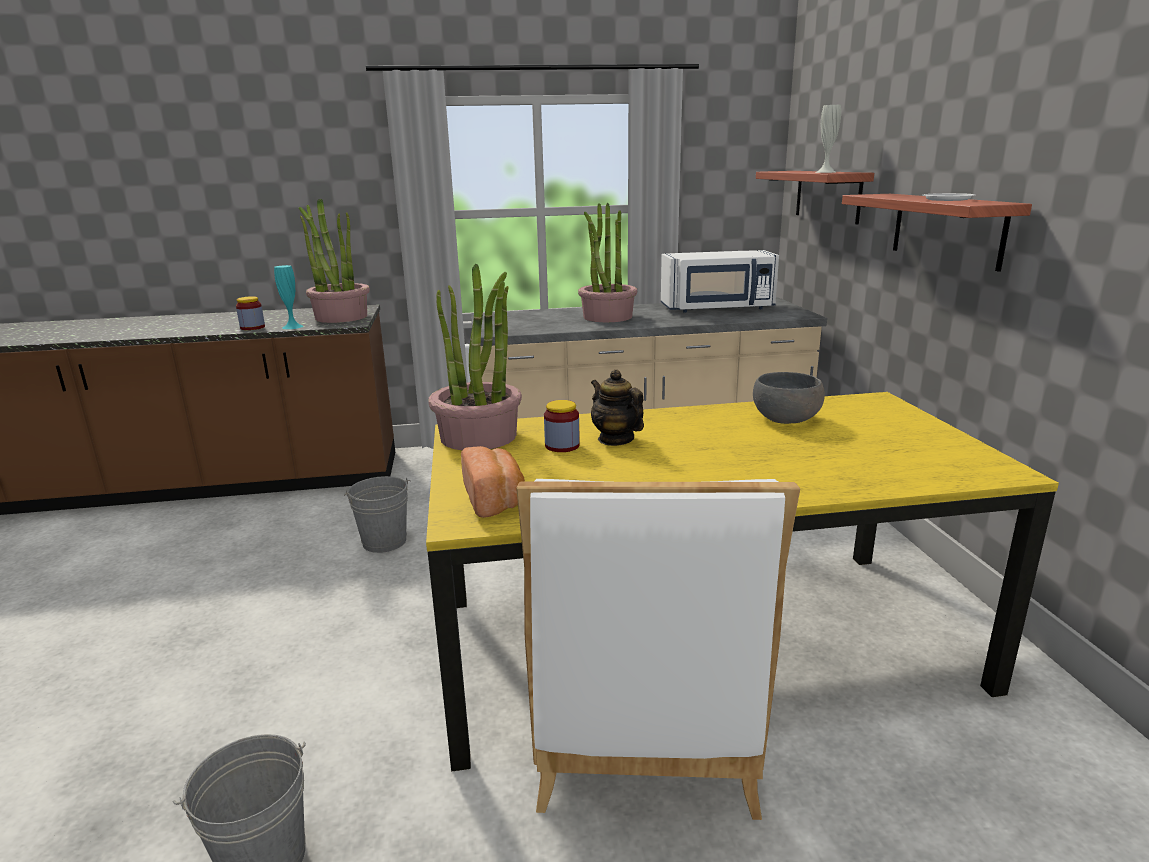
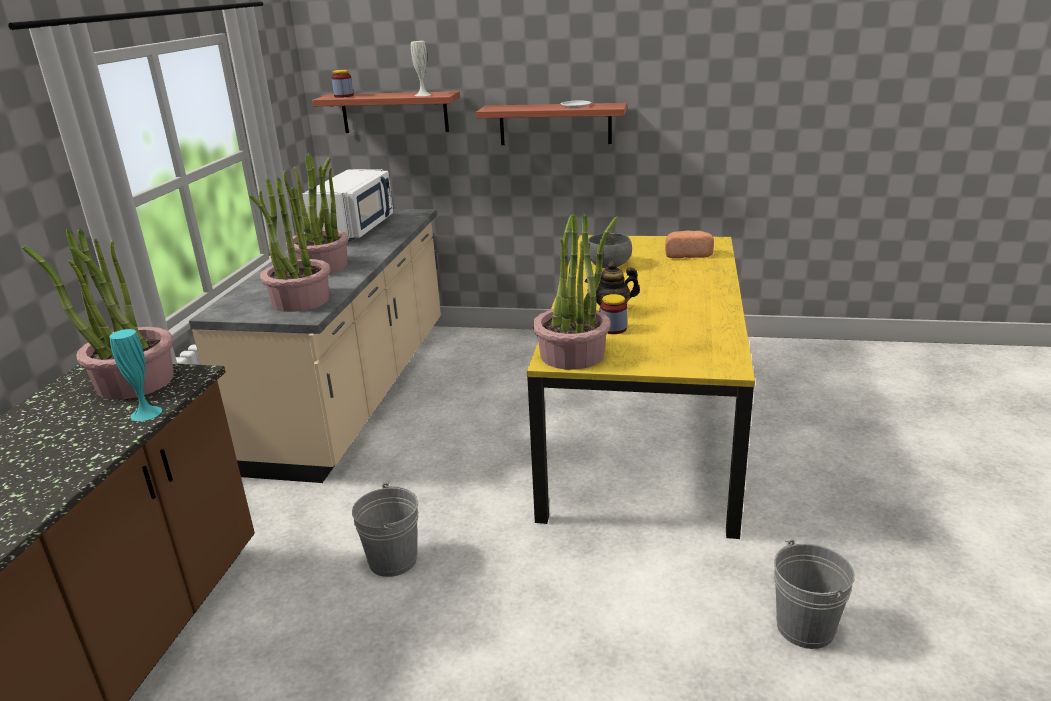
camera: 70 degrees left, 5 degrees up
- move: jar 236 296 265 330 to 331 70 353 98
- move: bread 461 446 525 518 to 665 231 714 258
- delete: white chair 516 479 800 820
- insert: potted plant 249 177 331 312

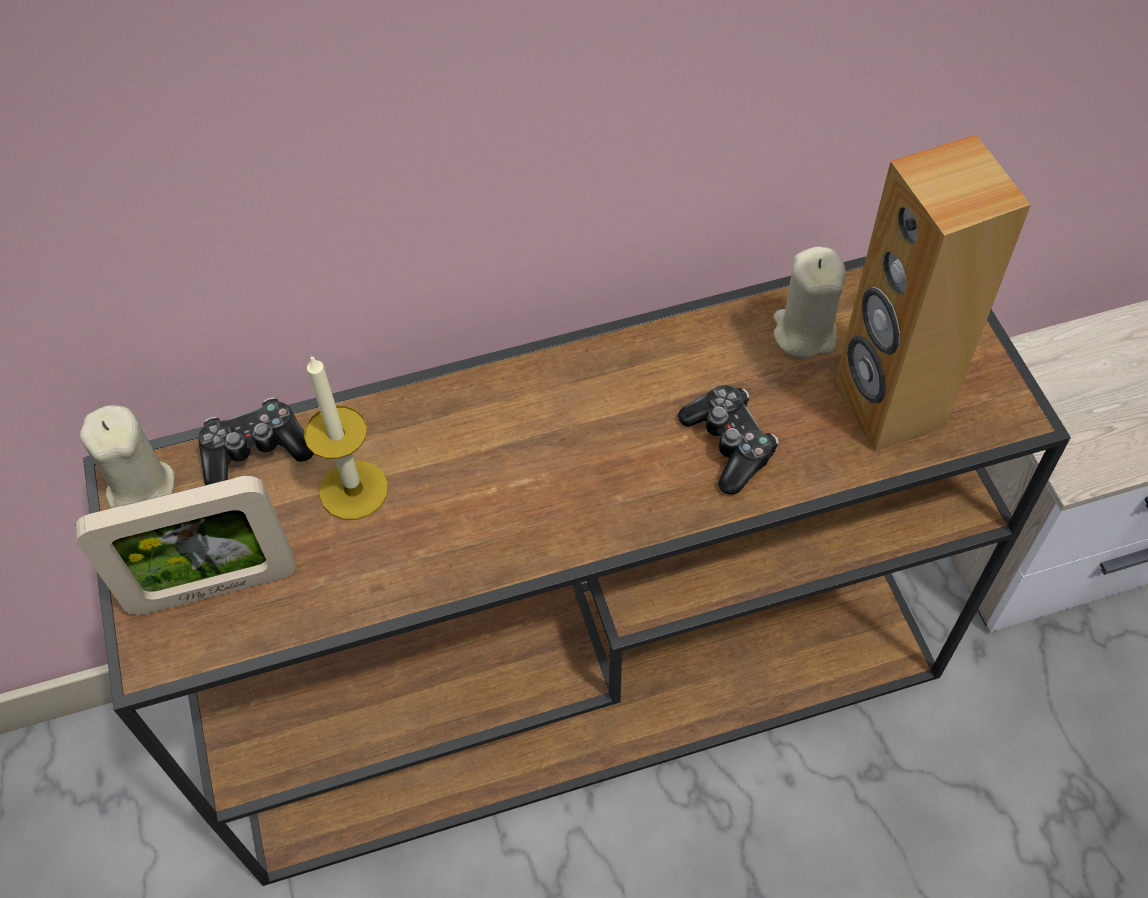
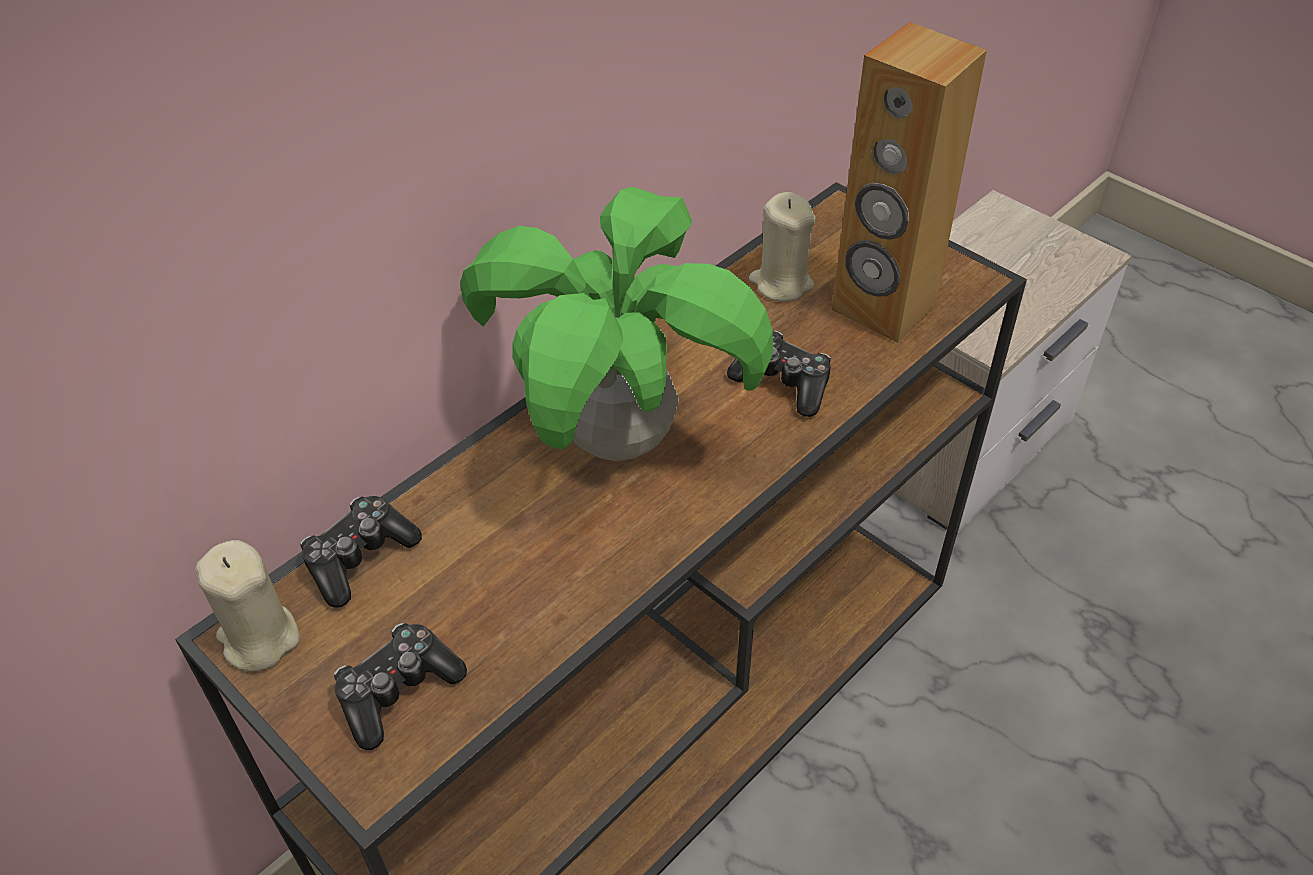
camera: 30 degrees left, 10 degrees down
- delete: candle 304 355 389 520
- replace: picture frame 75 476 296 615 to game controller 334 623 467 750
- insert: potted plant 460 187 773 461

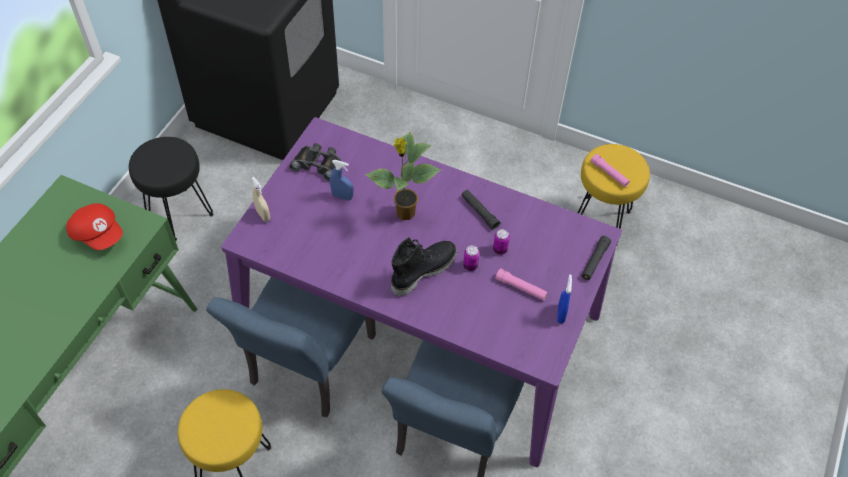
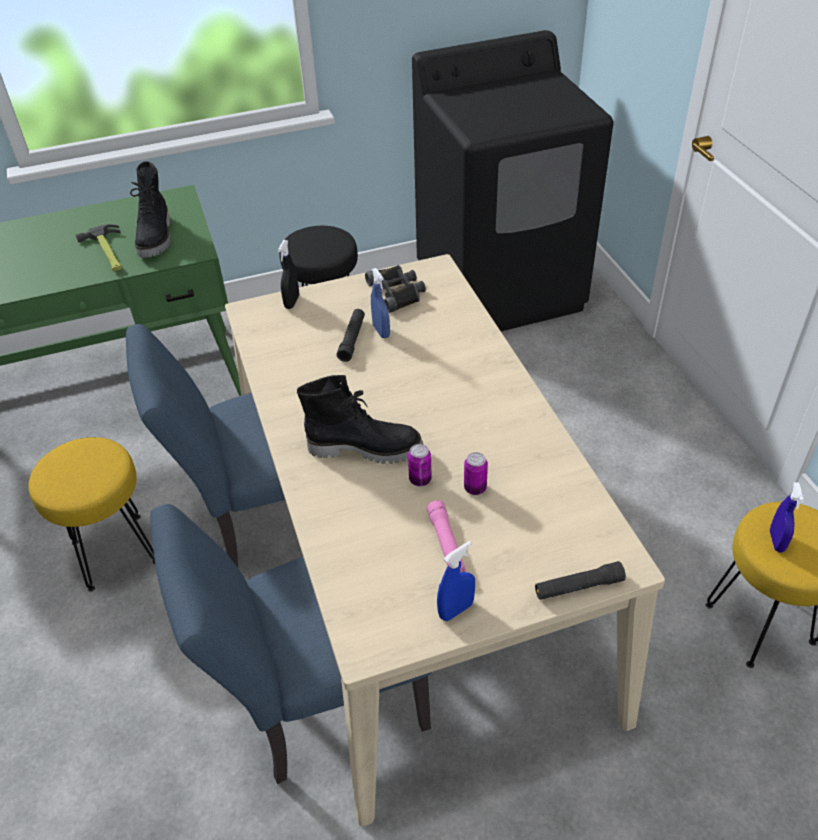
camera: 50 degrees right, 10 degrees down
- recolor: purple dining table 221 117 622 467 to beige dining table 225 254 665 826
- delete: potted plant 365 132 441 220
- replace: pink flashlight 591 154 630 187 to blue spray bottle 770 482 804 553
- recolor: beige spray bottle 252 177 270 222 to black spray bottle 278 240 299 309
- move: black flashlight 461 190 500 230 to 337 309 365 362
- replace: red cap 66 203 123 250 to black boot 130 161 171 258
- insert: hammer 76 224 123 271

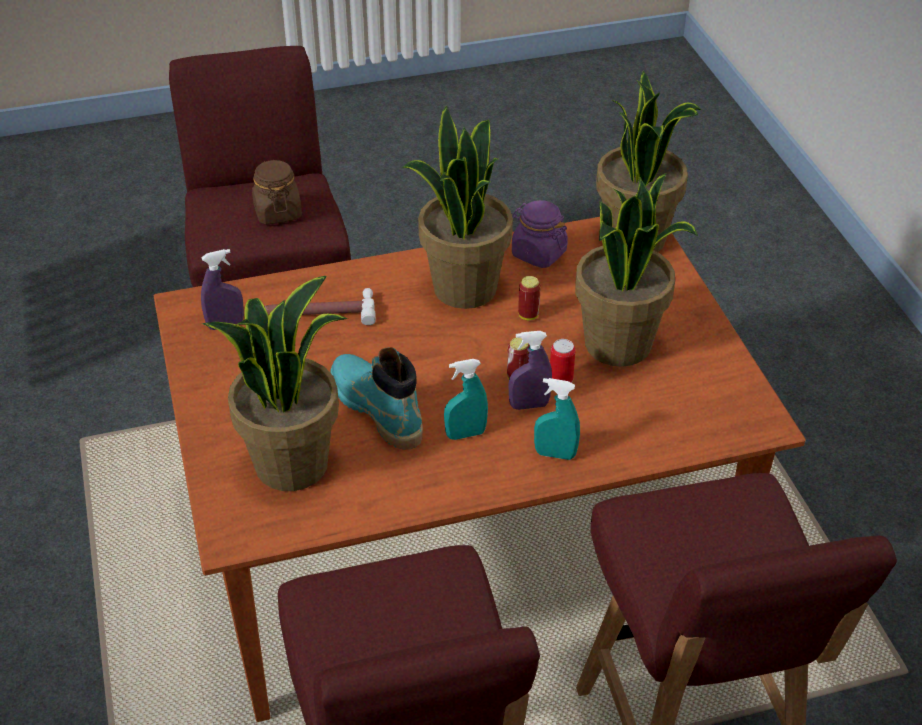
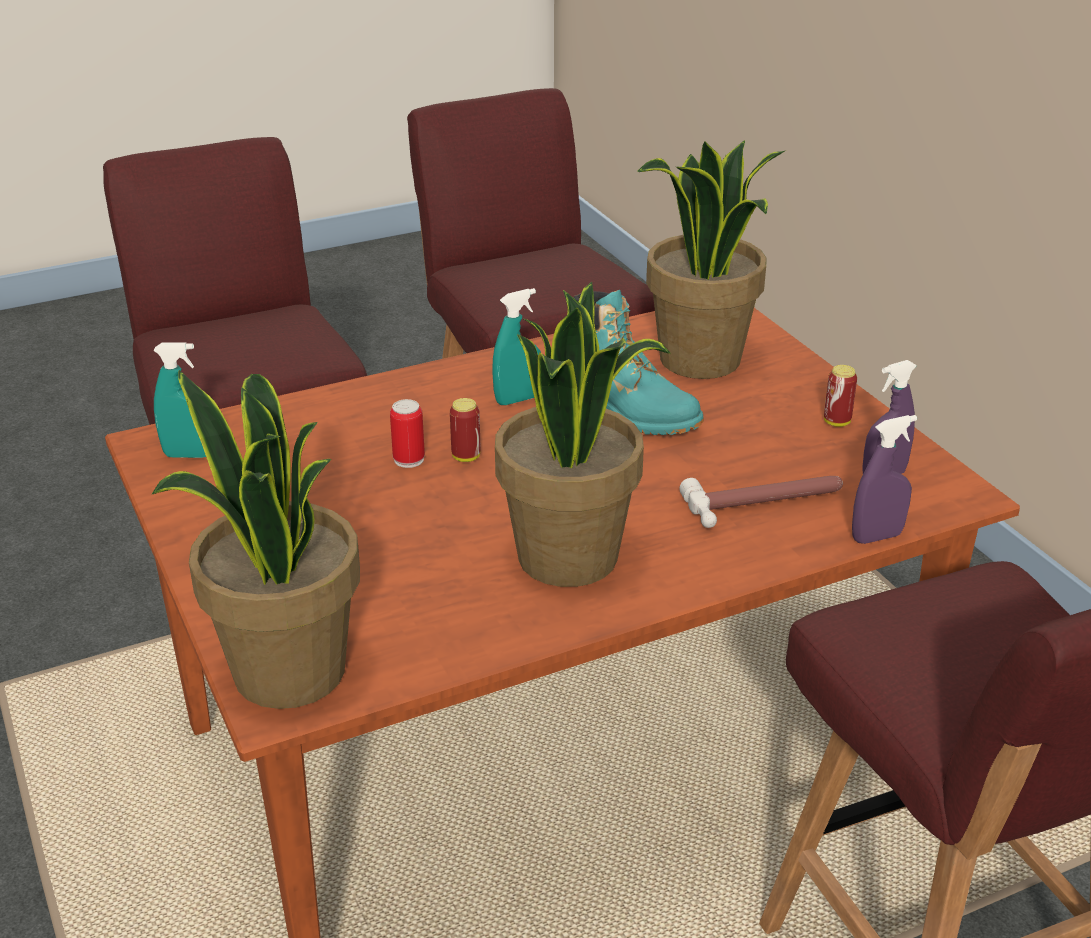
camera: 170 degrees right, 10 degrees down
- delete: brown jar 252 160 302 225
- delete: potted plant 575 173 698 367
- delete: purple jar 512 200 568 268
- move: can 518 276 541 320 to 824 365 857 427
- move: purple spray bottle 508 331 552 410 to 852 415 917 544
- move: turquoise spray bottle 534 378 580 460 to 154 342 206 458

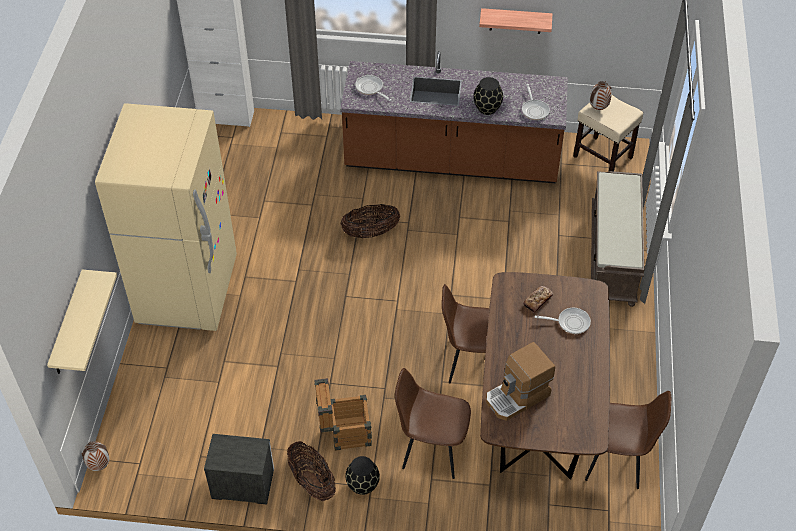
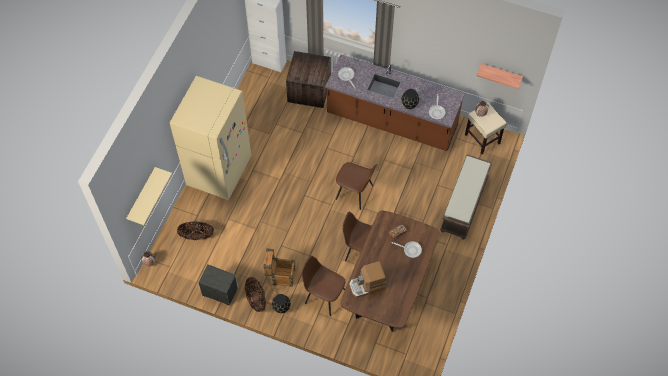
camera: 15 degrees right, 10 degrees up
- move: shelf 479 8 552 34 to 477 64 523 89
- move: basket 340 204 400 238 to 177 221 214 240
- move: brown chair 585 391 671 489 to 336 162 377 210
- insert: crate 286 51 331 108

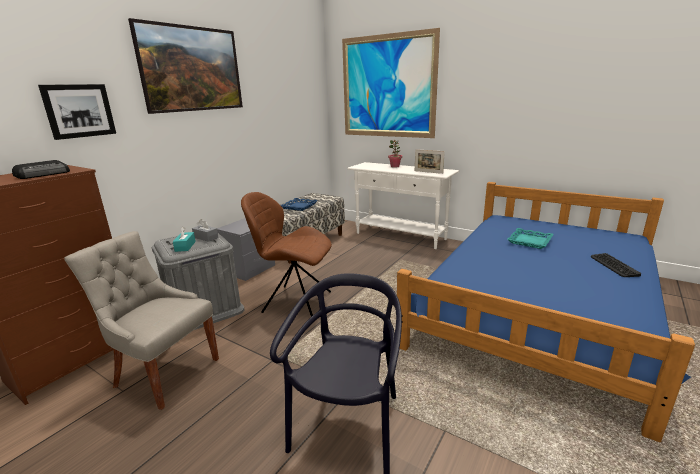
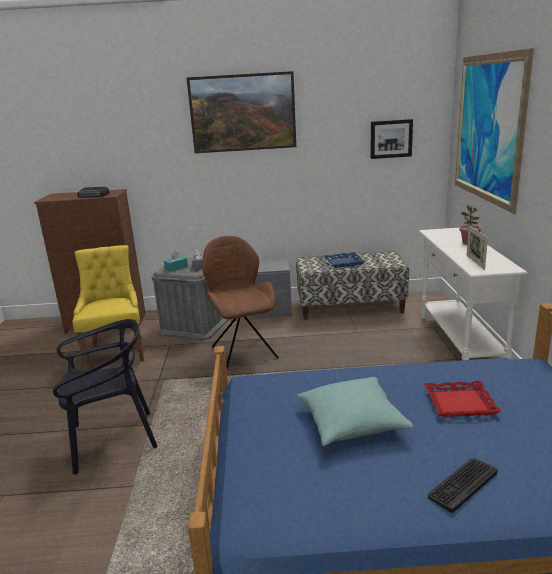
camera: 55 degrees right, 0 degrees up
- move: picture 38 84 116 140 to 370 119 413 159
- recolor: turquoise tray 507 228 554 249 to red tray 424 381 502 417
- recolor: grey chair 64 231 219 410 to yellow chair 72 245 144 369
- insert: turquoise pillow 297 377 414 446

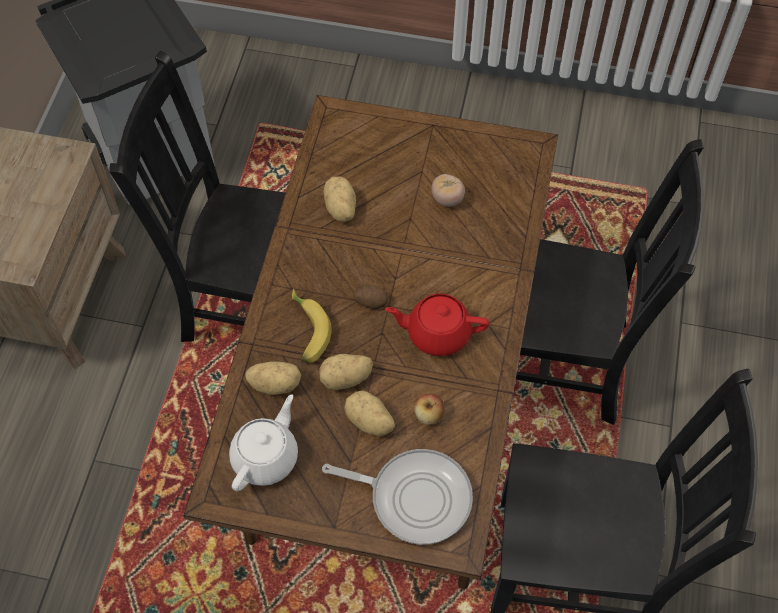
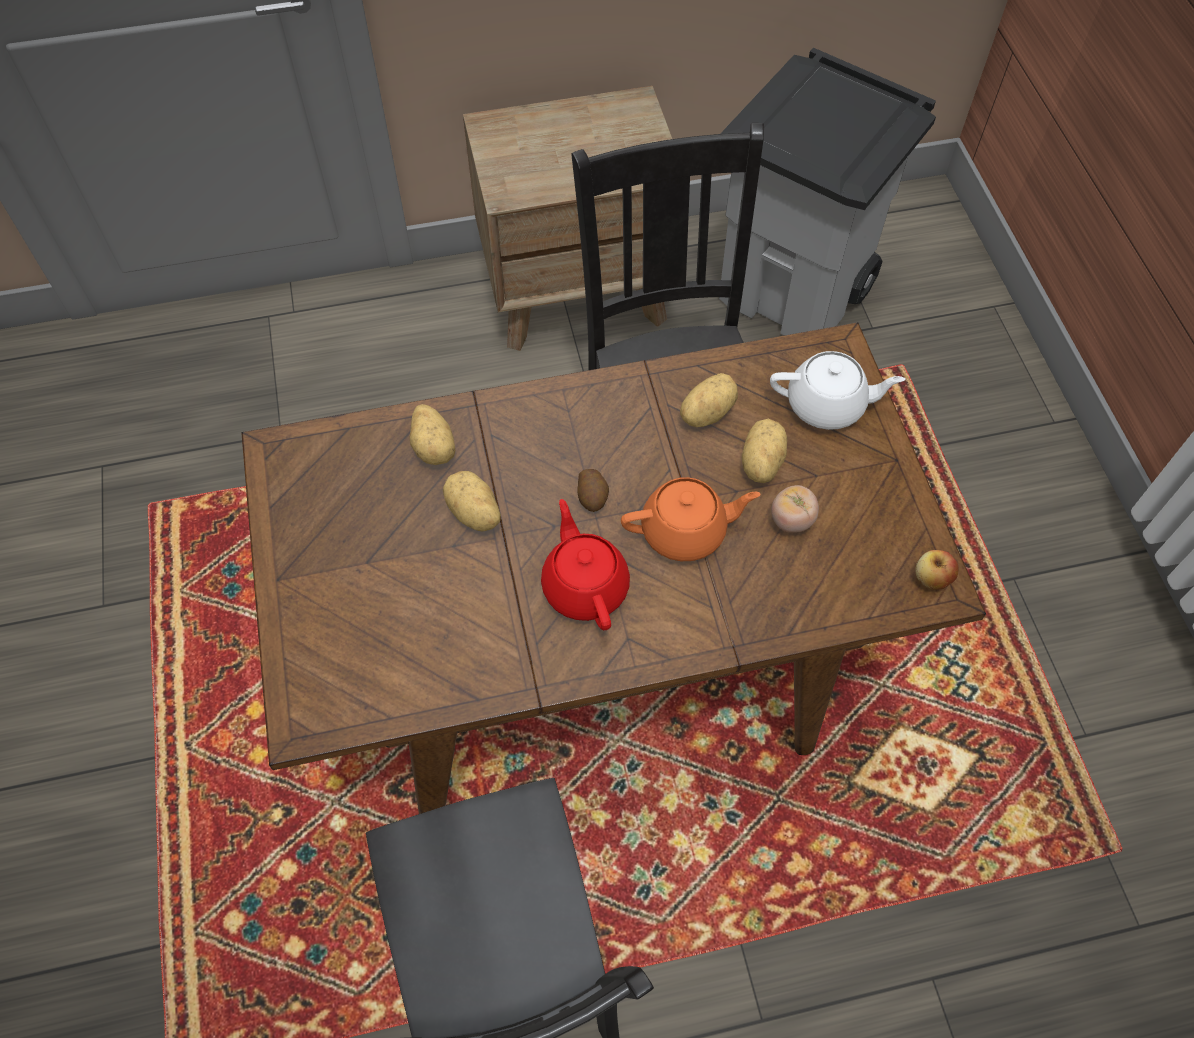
camera: 65 degrees right, 0 degrees up
- delete: black chair 516 139 704 425
- delete: banana 292 289 332 363
- move: potato 344 391 395 436 to 742 419 787 483
- move: white teapot 229 394 298 491 to 770 351 905 430
- move: apple 414 394 445 425 to 915 550 959 590
- delete: frying pan 322 449 473 545
- insert: orange teapot 621 477 761 561

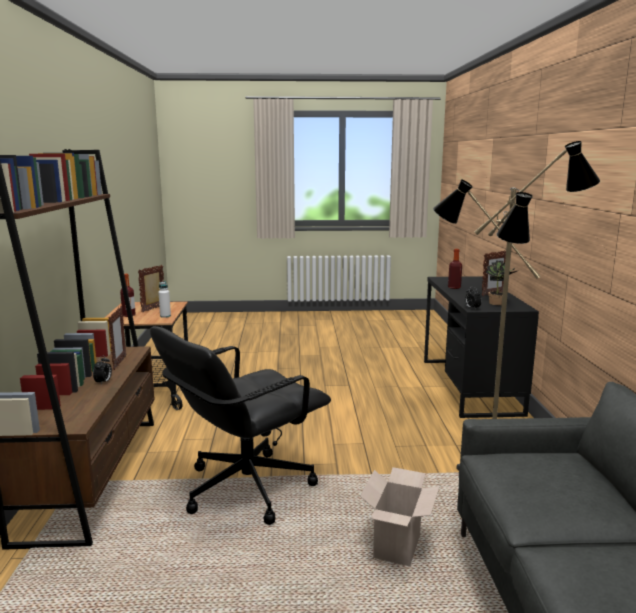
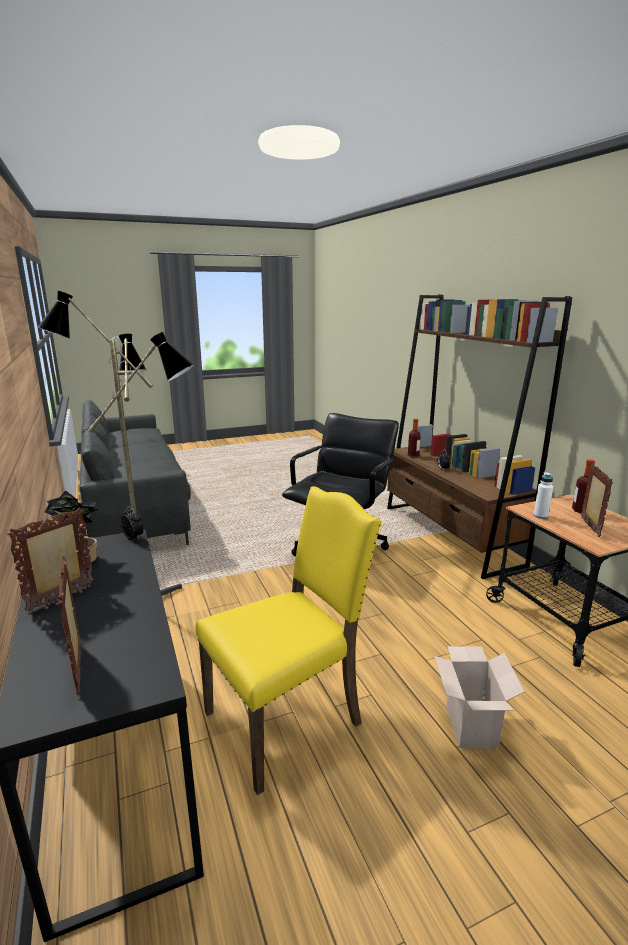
camera: 160 degrees right, 5 degrees up
- move: bottle 448 249 462 289 to 408 419 421 457
- move: picture frame 108 306 126 370 to 58 556 81 695
- move: cardboard box 360 467 440 567 to 434 646 524 748
- insert: yellow chair 195 486 382 795

